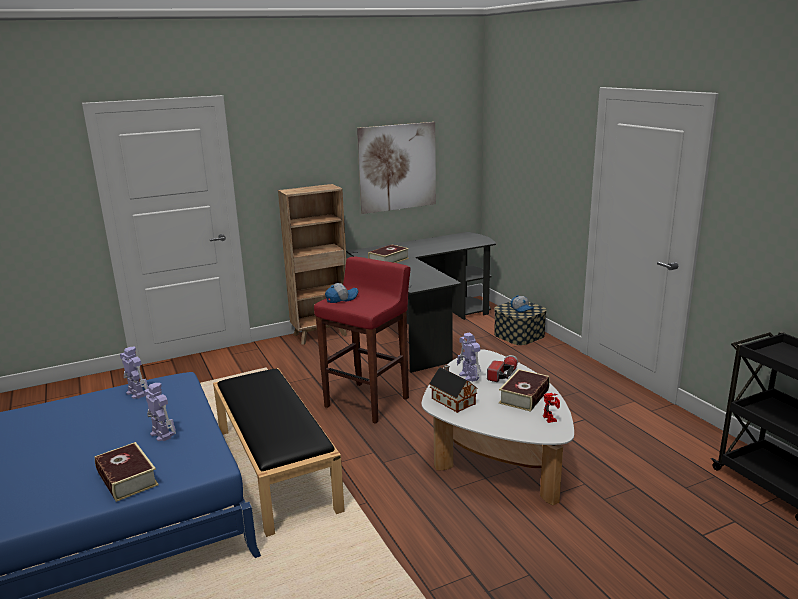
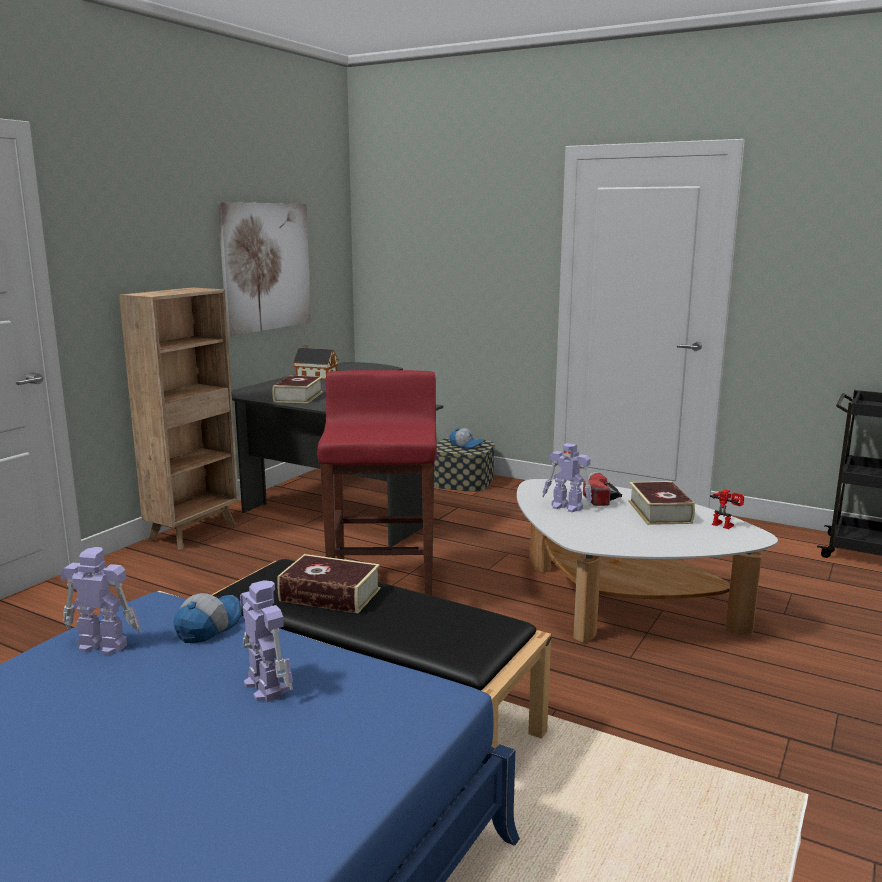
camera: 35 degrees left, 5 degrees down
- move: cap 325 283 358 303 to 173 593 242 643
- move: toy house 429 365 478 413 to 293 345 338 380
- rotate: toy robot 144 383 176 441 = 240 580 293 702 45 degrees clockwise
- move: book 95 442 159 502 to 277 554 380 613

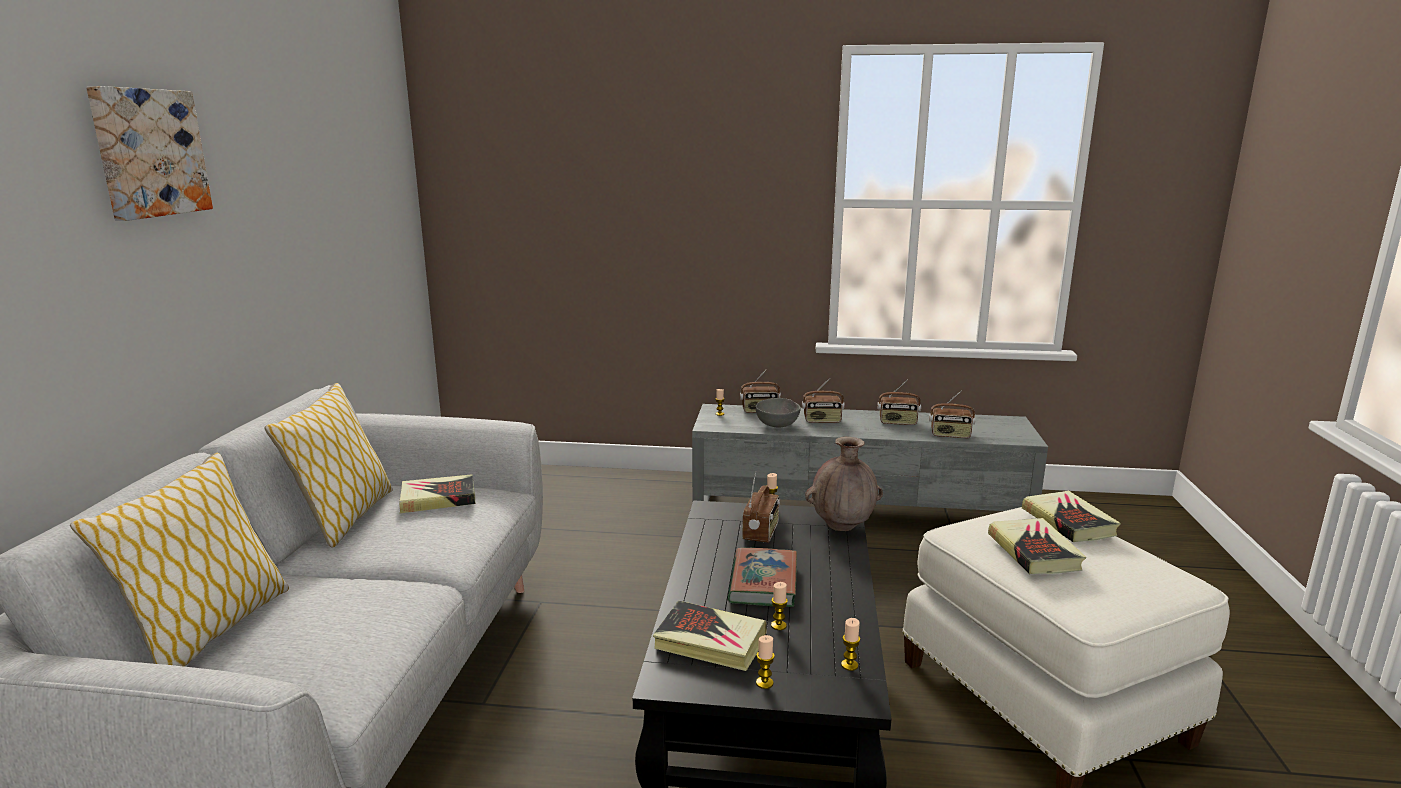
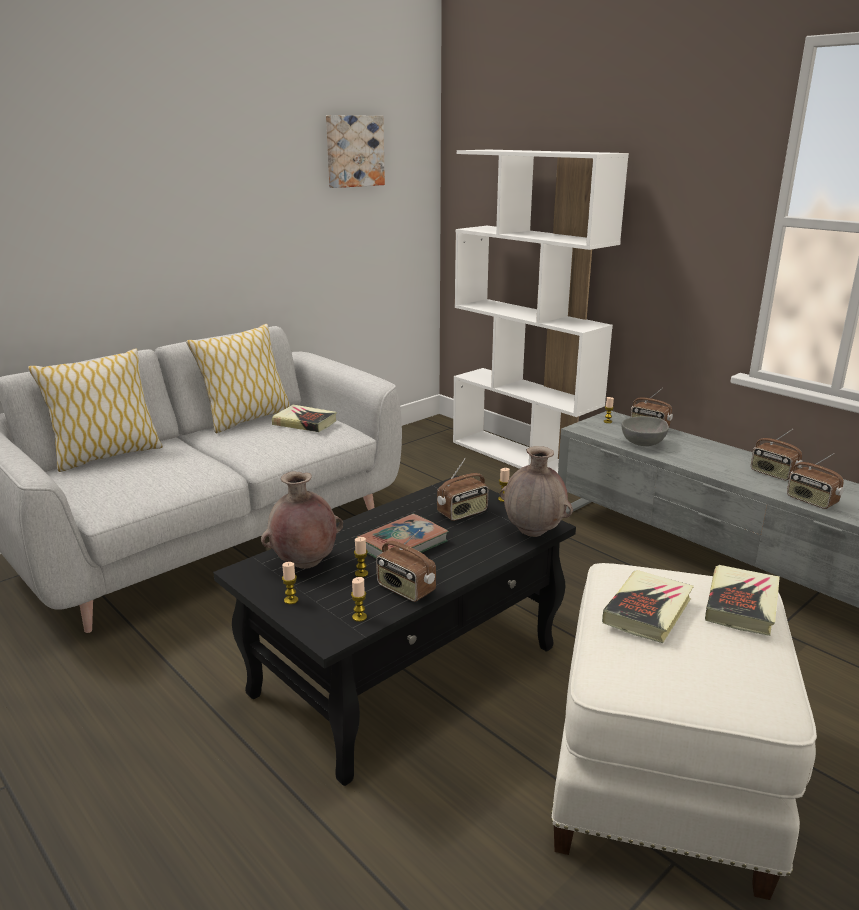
camera: 40 degrees right, 5 degrees up
- move: picture 86 86 213 221 to 326 115 385 188
- move: radio 802 378 845 423 to 376 530 436 602
- replace: book 653 601 767 671 to brown vase 261 471 343 569
- insert: white bookcase 453 150 629 473

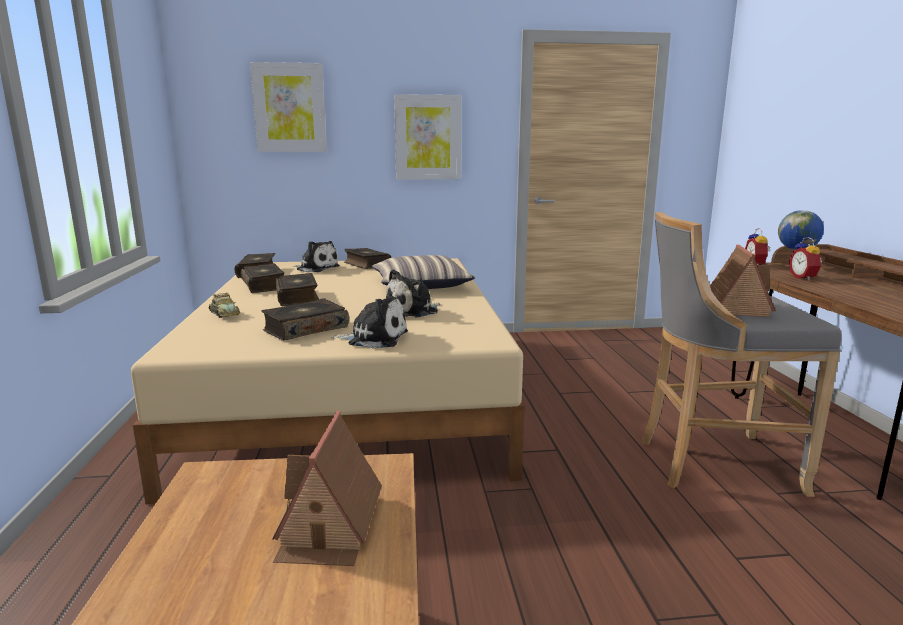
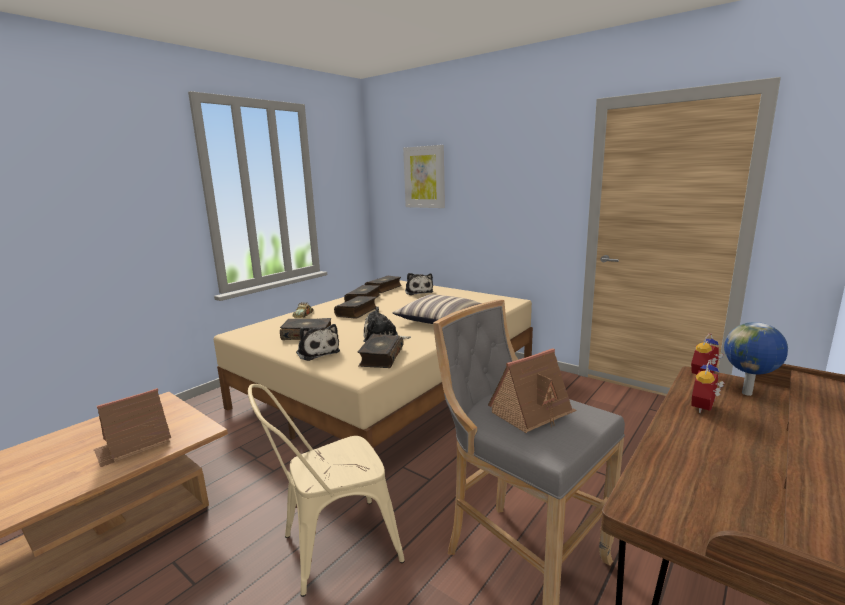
camera: 45 degrees right, 0 degrees up
- delete: picture 394 94 461 180
- move: book 344 248 391 269 to 358 334 403 368
- insert: beige chair 248 384 405 597

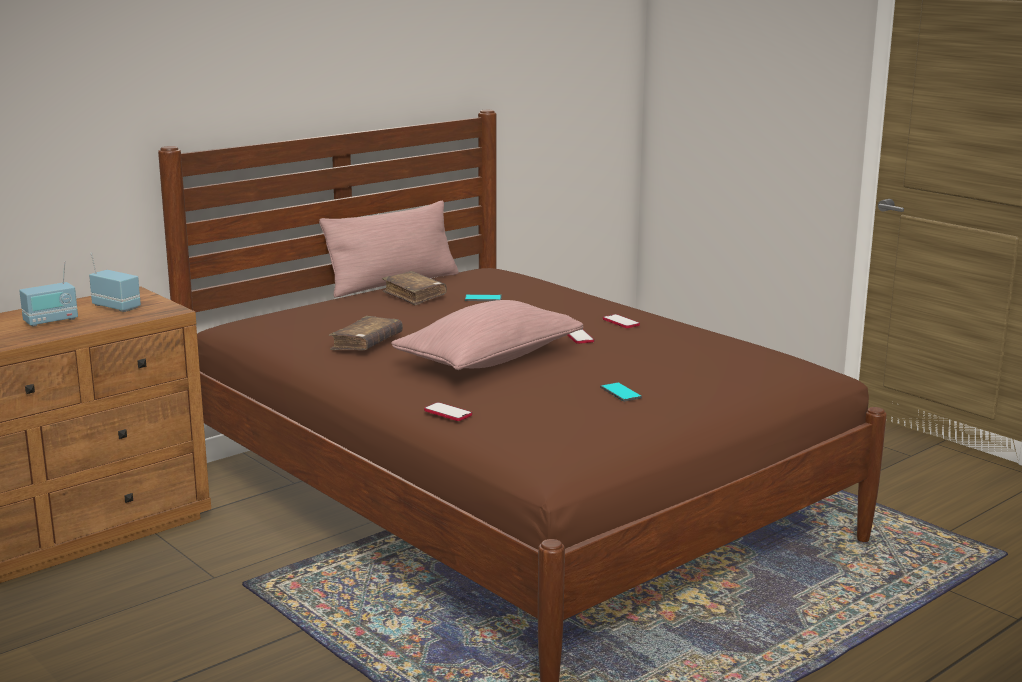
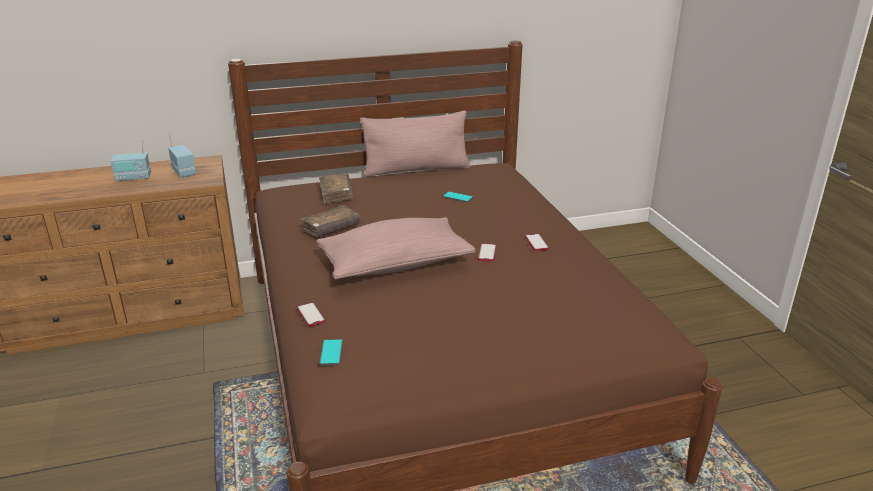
camera: 25 degrees right, 10 degrees up
- move: brown book 382 271 447 306 to 319 173 354 205
- move: phone 600 382 642 402 to 319 339 343 366

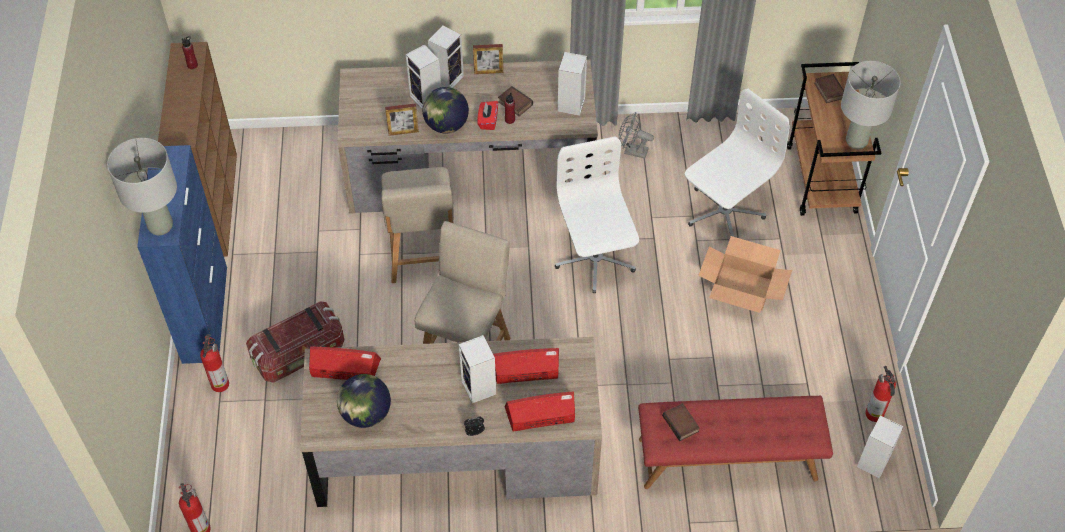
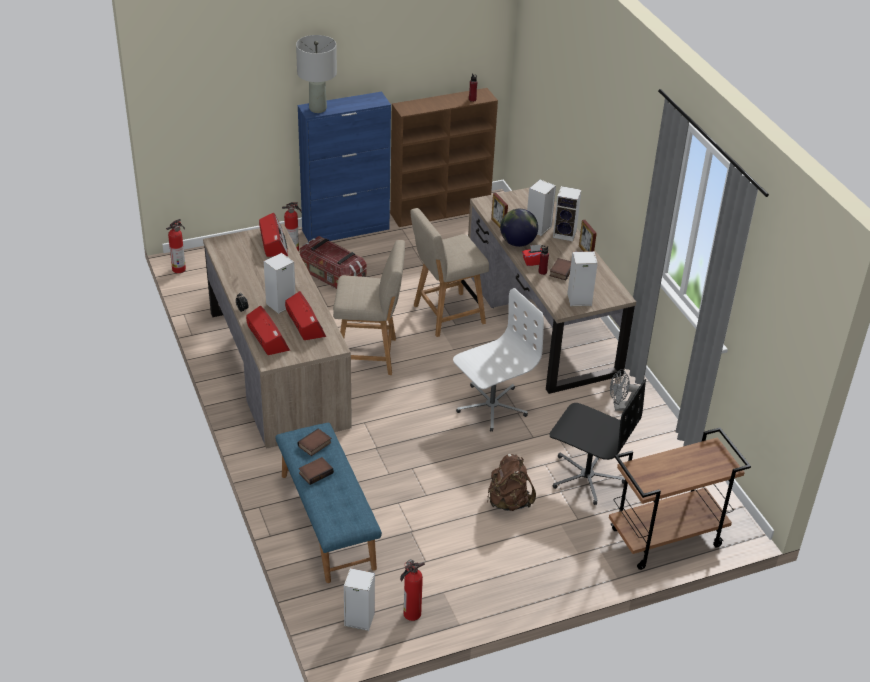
camera: 70 degrees right, 15 degrees down
- delete: grey table lamp 841 61 901 149
- move: book 814 74 844 103 to 299 457 334 485
- recolor: white office chair 685 89 790 237 to black office chair 550 379 646 505
- rotate: grey fan 619 112 654 158 = 610 369 640 411 90 degrees counterclockwise
- replace: cardboard box 698 236 792 313 to brown backpack 487 454 536 511
- delete: globe 337 374 391 428
- recolor: red bench 638 396 833 489 to blue bench 275 423 382 583

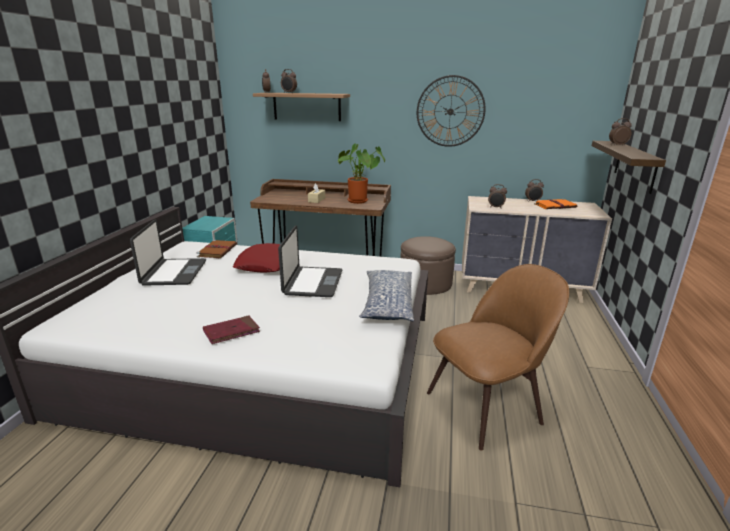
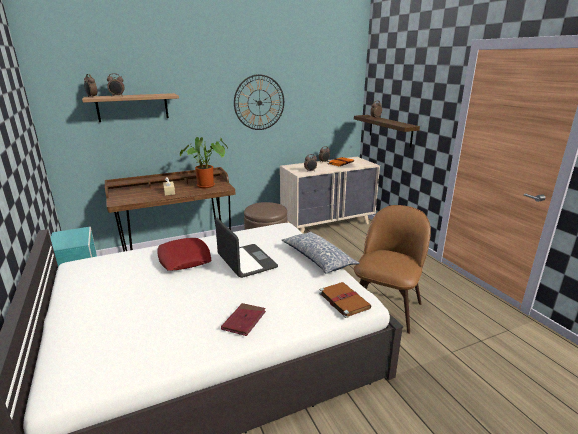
camera: 35 degrees left, 0 degrees up
- delete: laptop 130 219 206 286
- move: brown book 196 240 237 258 to 319 282 372 318

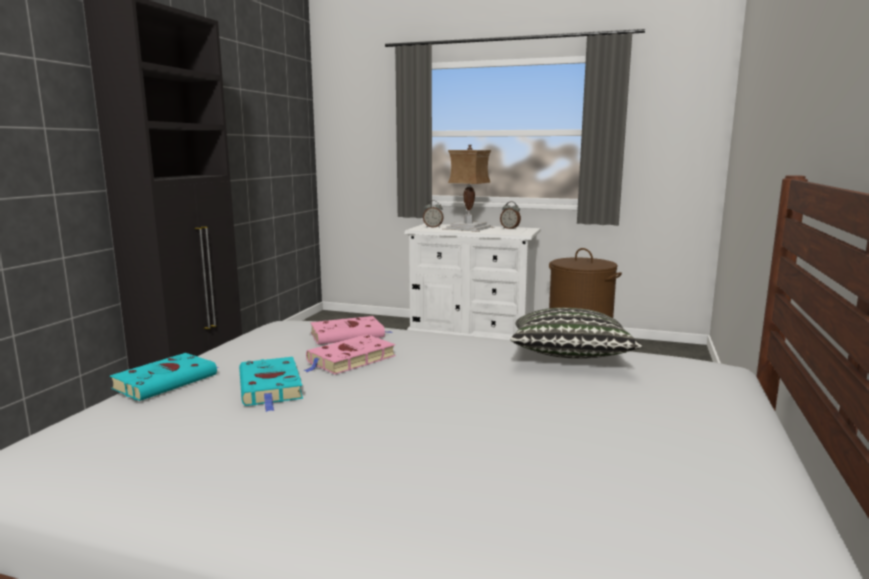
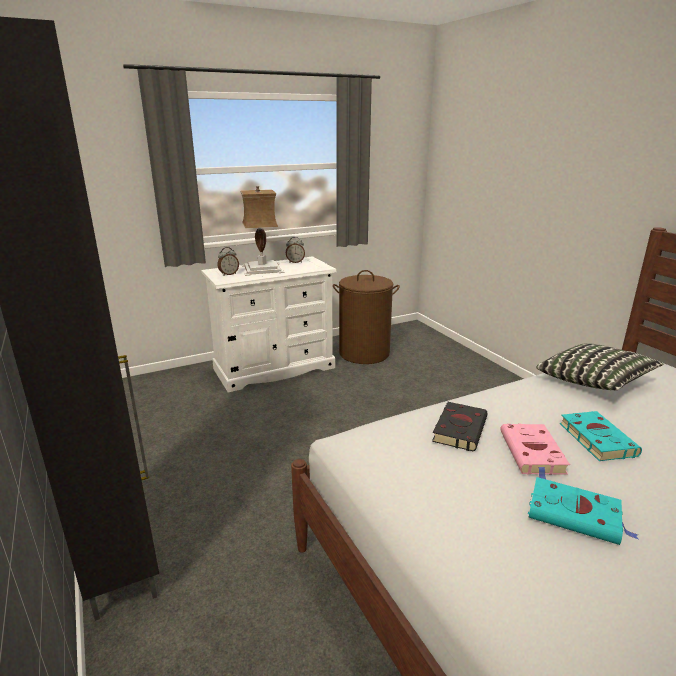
camera: 45 degrees left, 10 degrees up
- recolor: pink book 310 316 393 345 to black book 432 402 488 452
- move: turquoise book 110 353 219 401 to 560 411 642 461

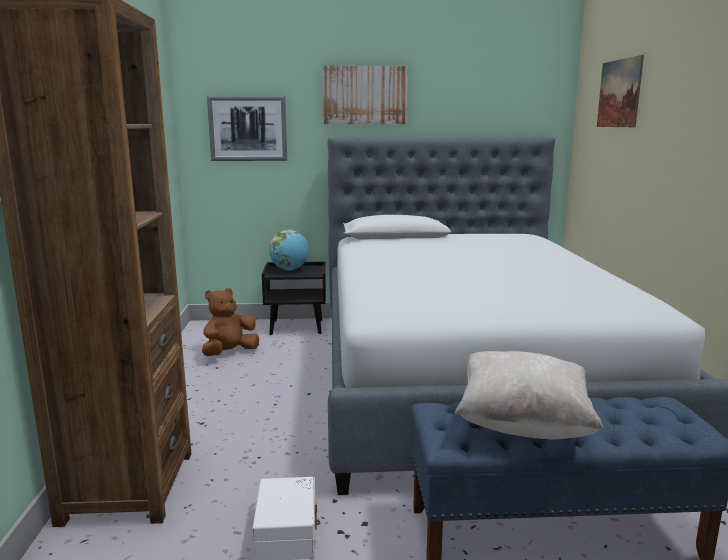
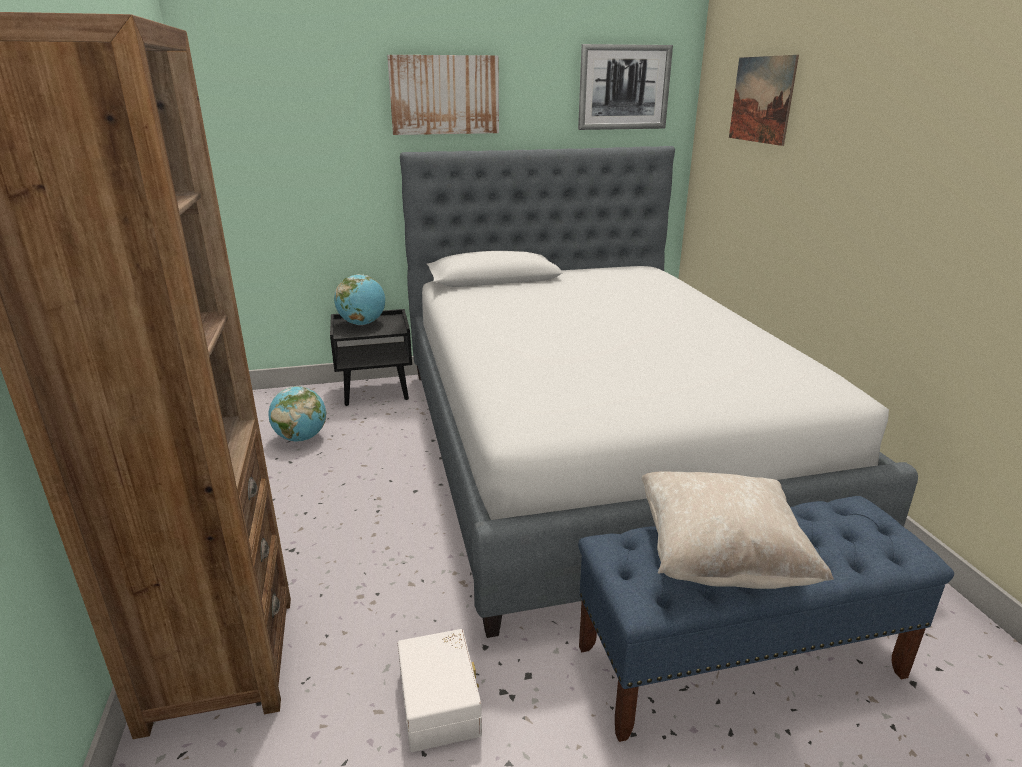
camera: 10 degrees left, 10 degrees up
- move: picture 207 96 287 161 to 578 44 673 130
- replace: brown plush toy 202 288 259 356 to globe 268 386 326 441

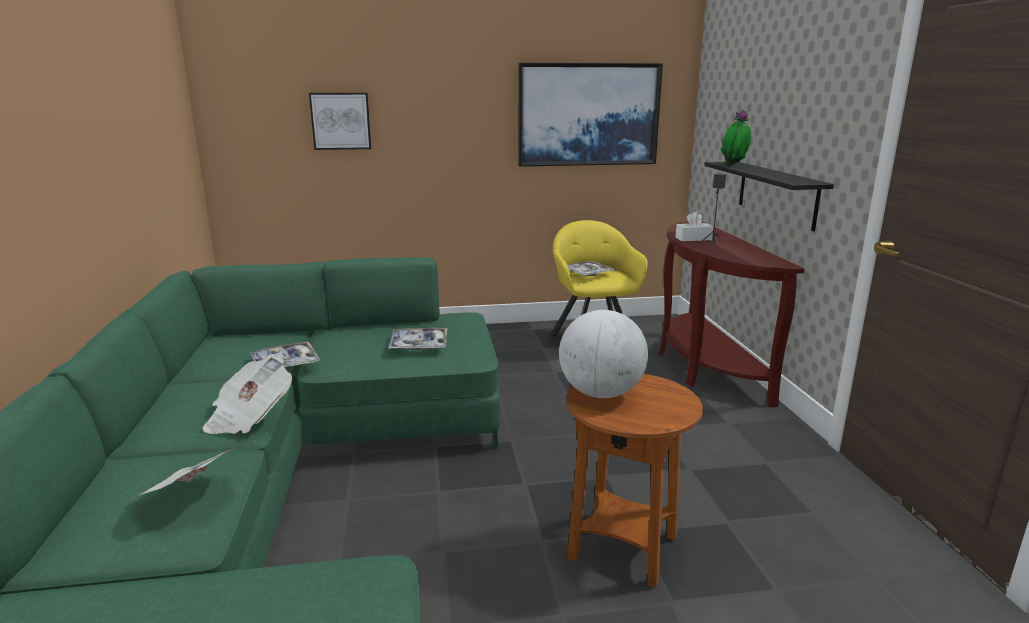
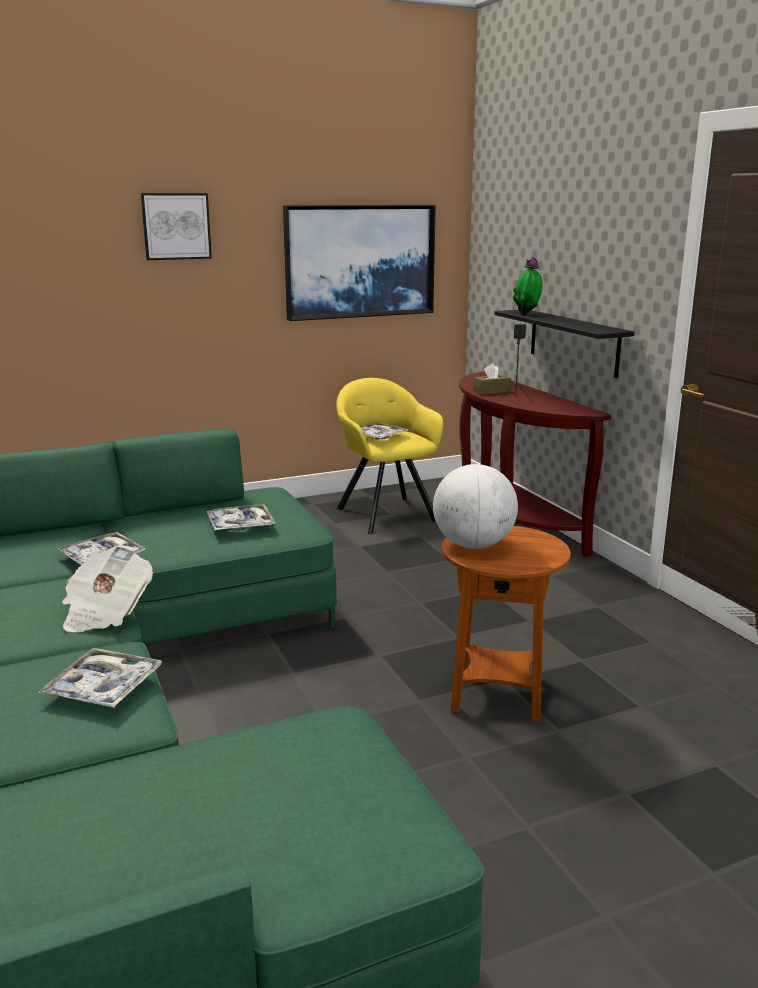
camera: 15 degrees left, 0 degrees up
- move: picture 309 93 371 150 to 141 193 212 260
- recolor: white tissue box 676 212 713 241 to brown tissue box 473 363 511 395
- replace: newspaper 133 446 238 498 to tray 38 648 162 708

